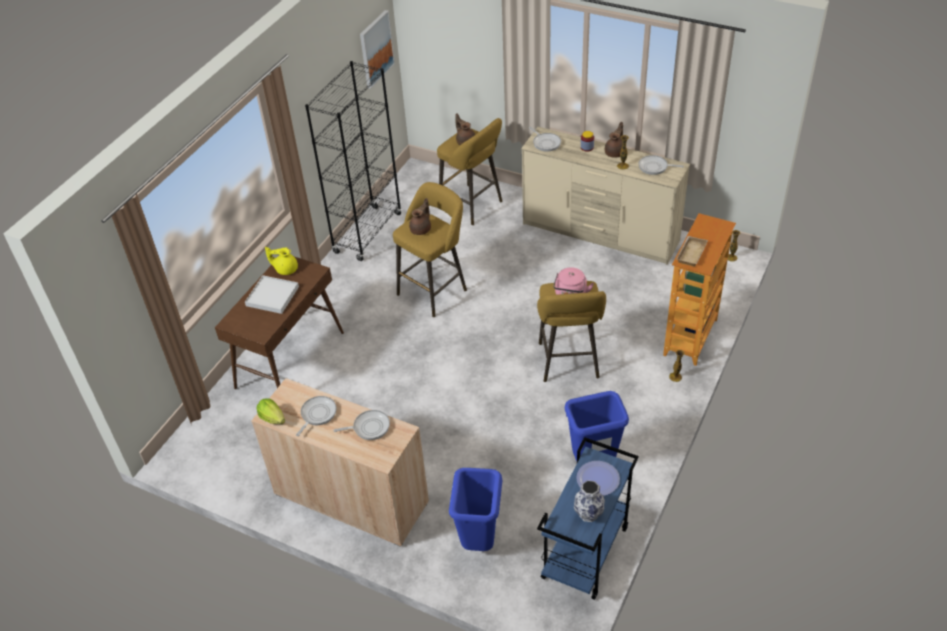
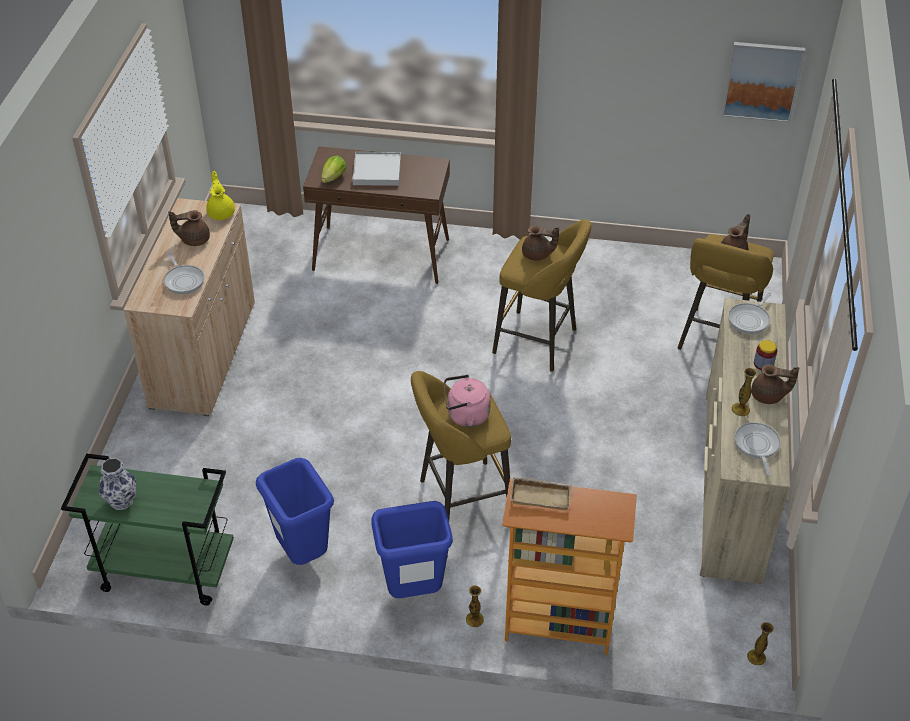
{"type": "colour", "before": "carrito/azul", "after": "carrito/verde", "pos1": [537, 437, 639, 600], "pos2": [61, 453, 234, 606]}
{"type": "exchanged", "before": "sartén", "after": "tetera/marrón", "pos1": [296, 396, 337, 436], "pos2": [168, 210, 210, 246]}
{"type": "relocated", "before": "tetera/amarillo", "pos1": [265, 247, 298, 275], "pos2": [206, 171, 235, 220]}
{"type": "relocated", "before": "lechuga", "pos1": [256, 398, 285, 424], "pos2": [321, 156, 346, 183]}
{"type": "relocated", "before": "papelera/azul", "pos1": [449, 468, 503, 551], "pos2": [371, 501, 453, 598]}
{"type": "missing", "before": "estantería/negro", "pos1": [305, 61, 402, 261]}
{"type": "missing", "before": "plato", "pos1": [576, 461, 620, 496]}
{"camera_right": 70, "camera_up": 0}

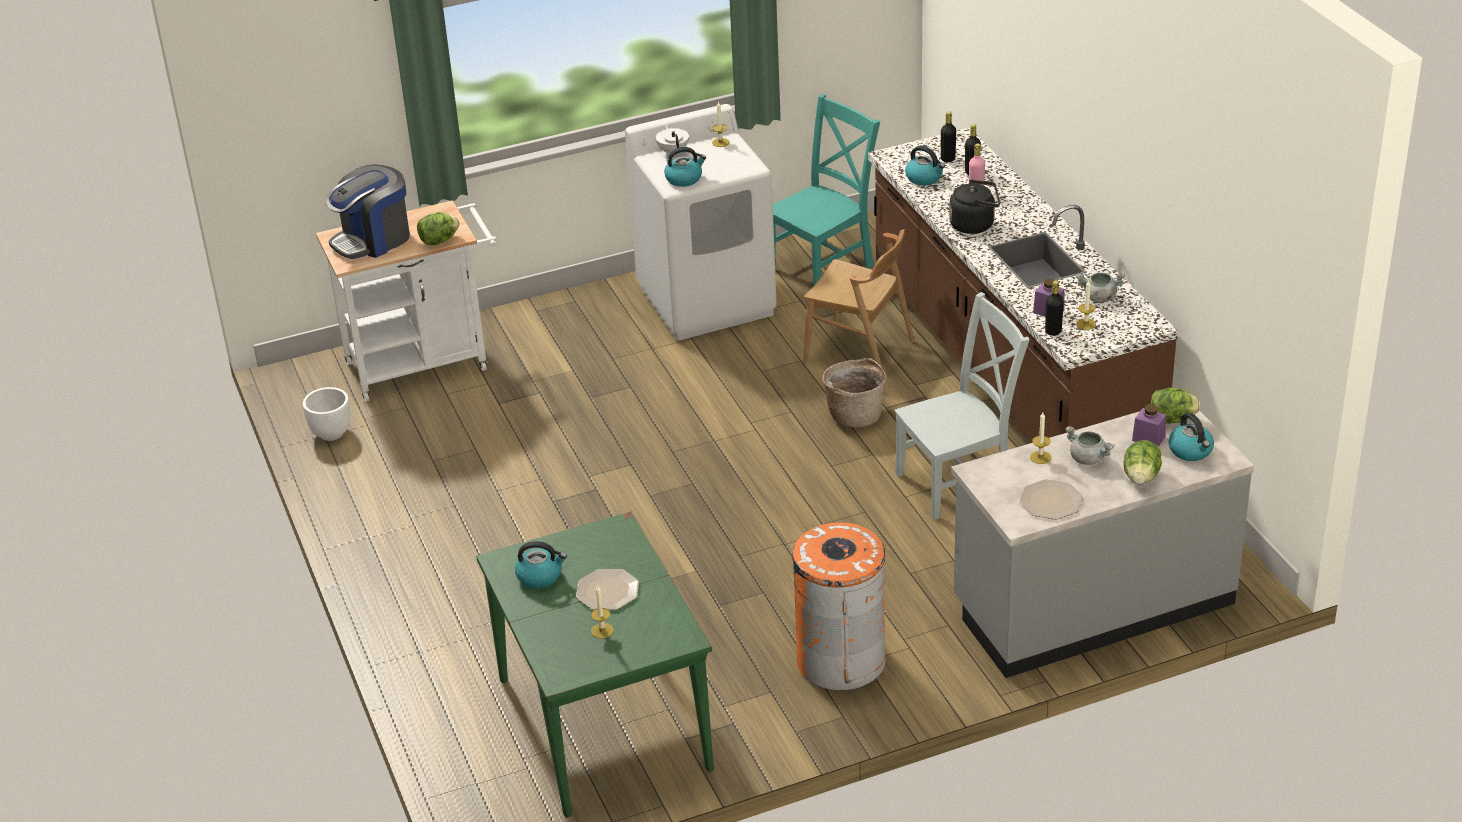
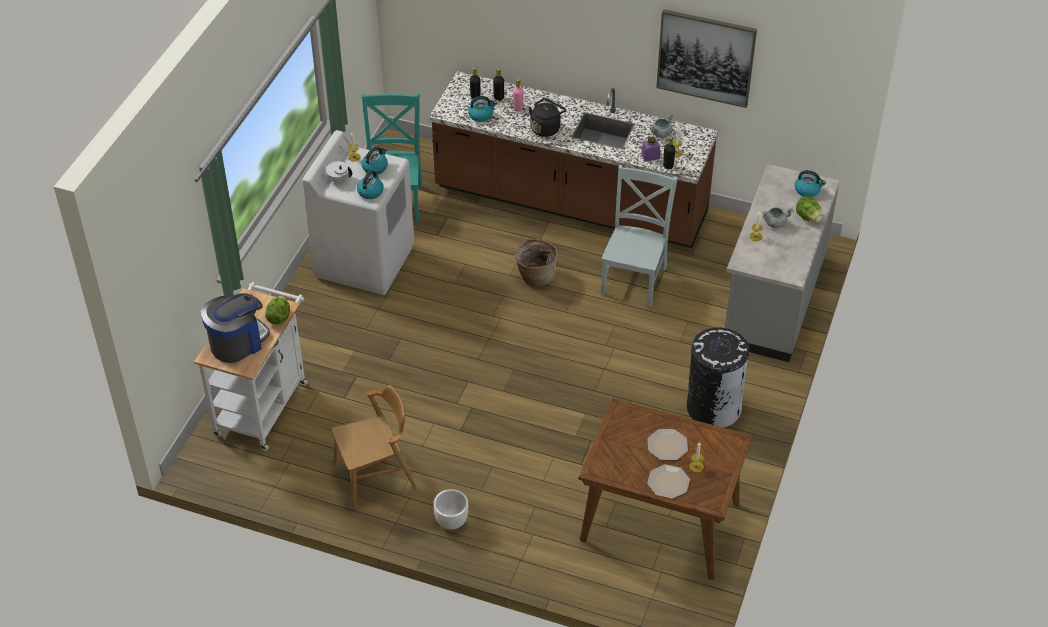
{"type": "spun", "before": "cafetera", "pos1": [326, 164, 410, 259], "pos2": [201, 293, 270, 363], "turn": -135}
{"type": "relocated", "before": "silla/marrón", "pos1": [803, 229, 914, 367], "pos2": [331, 385, 417, 510]}
{"type": "relocated", "before": "hervidor", "pos1": [515, 541, 567, 589], "pos2": [361, 147, 388, 175]}
{"type": "relocated", "before": "maceta/blanco", "pos1": [303, 387, 351, 441], "pos2": [433, 489, 468, 530]}
{"type": "colour", "before": "mesa de comedor/verde", "after": "mesa de comedor/marrón", "pos1": [476, 512, 714, 817], "pos2": [579, 398, 752, 580]}
{"type": "relocated", "before": "plato", "pos1": [1019, 479, 1083, 520], "pos2": [647, 464, 690, 499]}
{"type": "appeared", "after": "cuadro", "pos2": [656, 9, 757, 108]}
{"type": "colour", "before": "papelera/naranja", "after": "papelera/negro", "pos1": [792, 522, 889, 691], "pos2": [687, 327, 750, 428]}
{"type": "missing", "before": "tarro/morado", "pos1": [1132, 404, 1166, 447]}
{"type": "missing", "before": "lechuga", "pos1": [1151, 388, 1200, 424]}
{"camera_right": -50, "camera_up": 10}

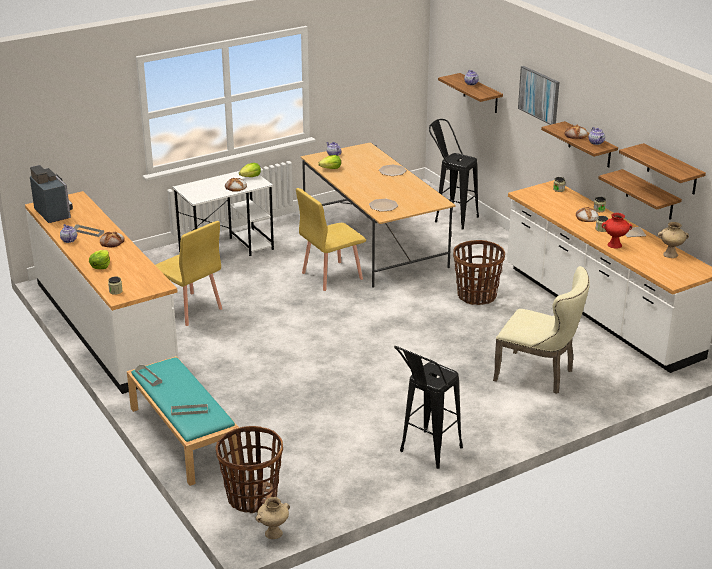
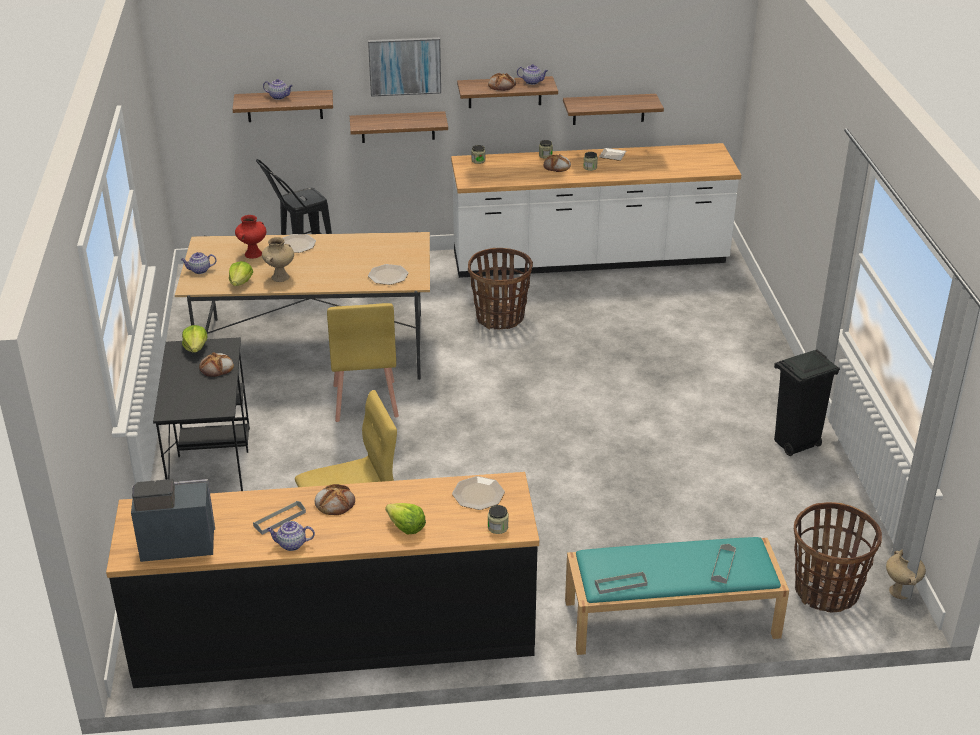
{"type": "colour", "before": "mueble bajo de cocina/blanco", "after": "mueble bajo de cocina/negro", "pos1": [25, 191, 178, 394], "pos2": [106, 472, 539, 688]}
{"type": "colour", "before": "escritorio/blanco", "after": "escritorio/negro", "pos1": [172, 171, 274, 256], "pos2": [153, 337, 250, 491]}
{"type": "relocated", "before": "florero/rojo", "pos1": [602, 213, 632, 249], "pos2": [235, 215, 267, 259]}
{"type": "relocated", "before": "florero/beis", "pos1": [658, 222, 689, 258], "pos2": [262, 237, 294, 282]}
{"type": "relocated", "before": "estante", "pos1": [619, 143, 706, 194], "pos2": [350, 111, 448, 143]}
{"type": "appeared", "after": "plato", "pos2": [452, 476, 505, 510]}
{"type": "exchanged", "before": "taburete/negro", "after": "papelera/negro", "pos1": [394, 346, 463, 469], "pos2": [774, 349, 840, 456]}
{"type": "missing", "before": "silla/beis", "pos1": [493, 266, 590, 394]}
{"camera_right": -65, "camera_up": 5}

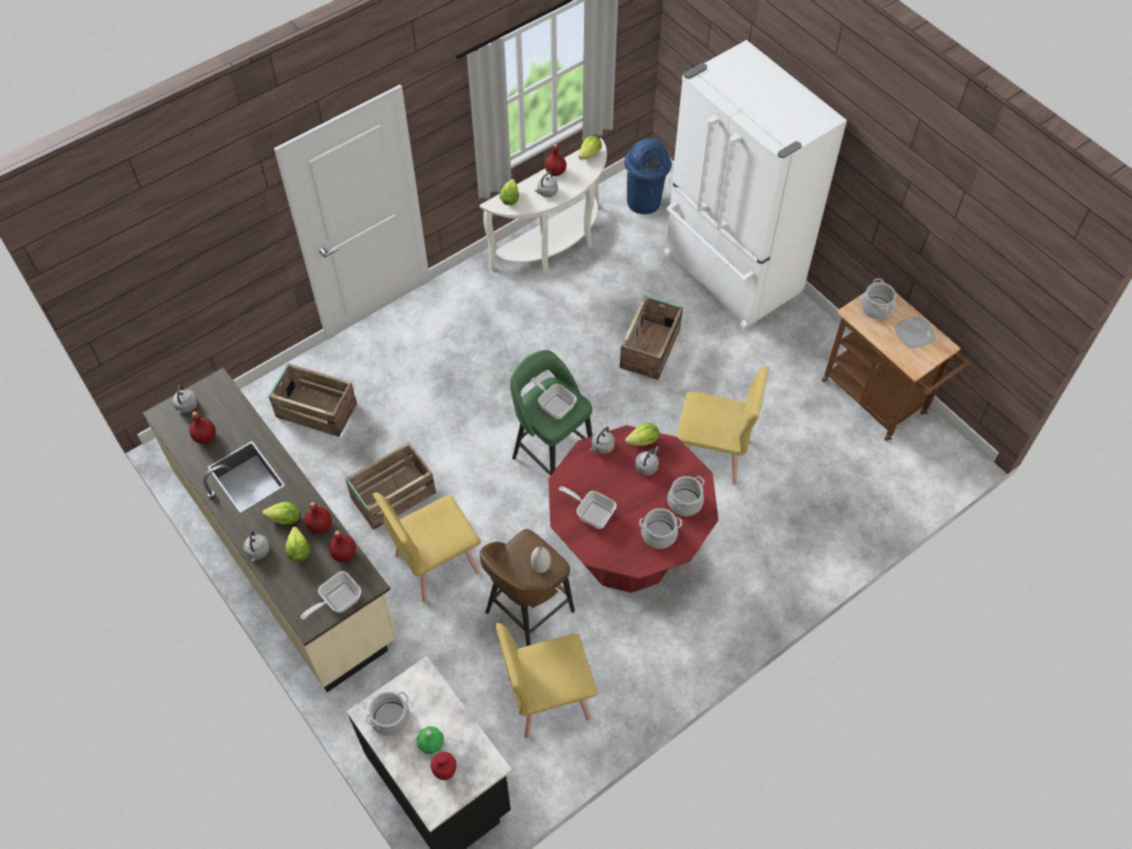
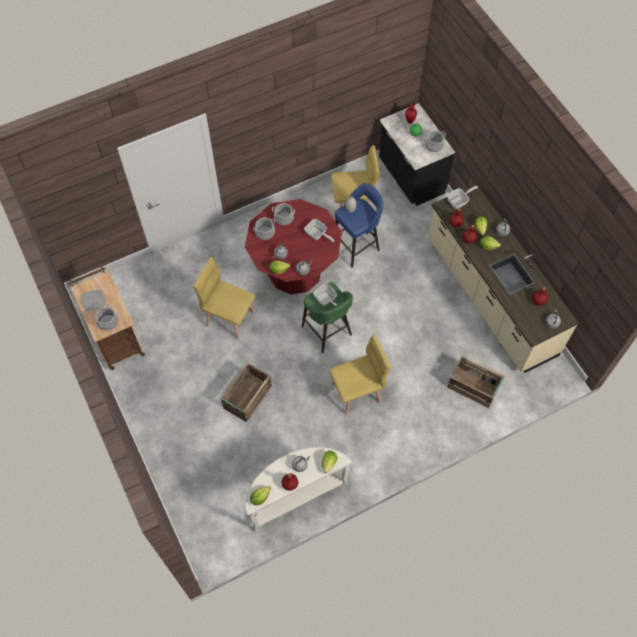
{"type": "relocated", "before": "silla/amarillo", "pos1": [373, 493, 481, 603], "pos2": [329, 334, 391, 415]}
{"type": "colour", "before": "taburete/marrón", "after": "taburete/azul", "pos1": [480, 529, 575, 646], "pos2": [335, 183, 383, 268]}
{"type": "missing", "before": "caja de embalaje", "pos1": [345, 442, 436, 530]}
{"type": "missing", "before": "papelera/azul", "pos1": [624, 138, 672, 214]}
{"type": "missing", "before": "nevera/blanco", "pos1": [664, 40, 847, 330]}
{"camera_right": -170, "camera_up": 5}

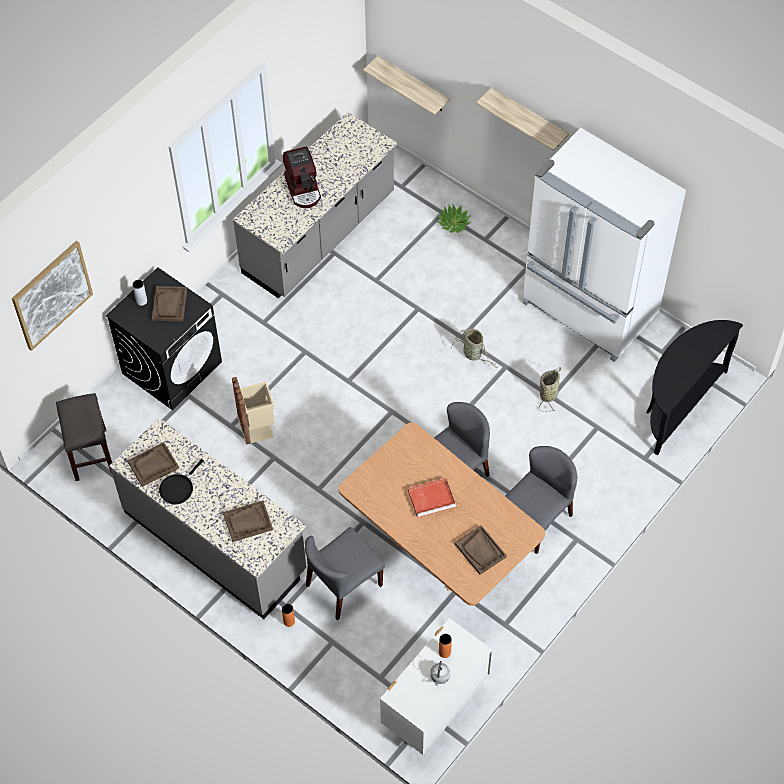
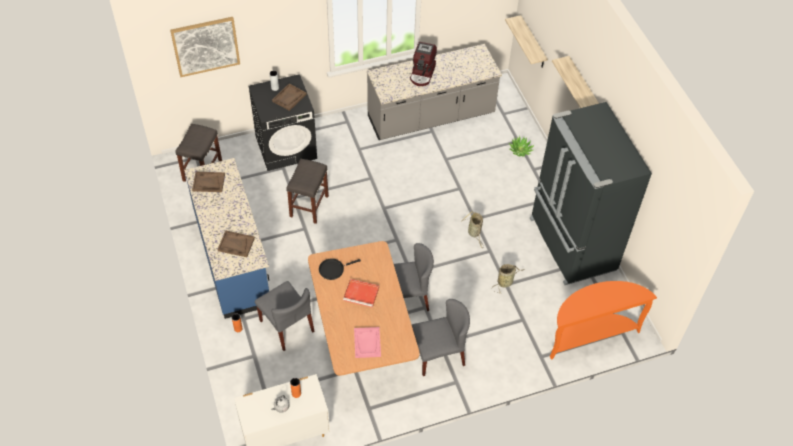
{"type": "colour", "before": "mueble bajo de cocina/gris", "after": "mueble bajo de cocina/azul", "pos1": [109, 418, 306, 619], "pos2": [184, 158, 269, 319]}
{"type": "spun", "before": "silla/gris", "pos1": [305, 527, 385, 621], "pos2": [255, 281, 315, 351], "turn": -120}
{"type": "exchanged", "before": "papelera/beis", "after": "taburete/gris", "pos1": [232, 377, 275, 445], "pos2": [286, 158, 329, 224]}
{"type": "relocated", "before": "sartén/negro", "pos1": [159, 459, 204, 504], "pos2": [319, 259, 361, 280]}
{"type": "colour", "before": "bandeja/marrón", "after": "bandeja/rosa", "pos1": [455, 525, 507, 575], "pos2": [354, 327, 381, 358]}
{"type": "colour", "before": "nevera/blanco", "after": "nevera/negro", "pos1": [522, 128, 686, 362], "pos2": [530, 102, 652, 285]}
{"type": "colour", "before": "mesa consola/negro", "after": "mesa consola/naranja", "pos1": [646, 320, 743, 456], "pos2": [550, 281, 657, 360]}
{"camera_right": 30, "camera_up": -5}

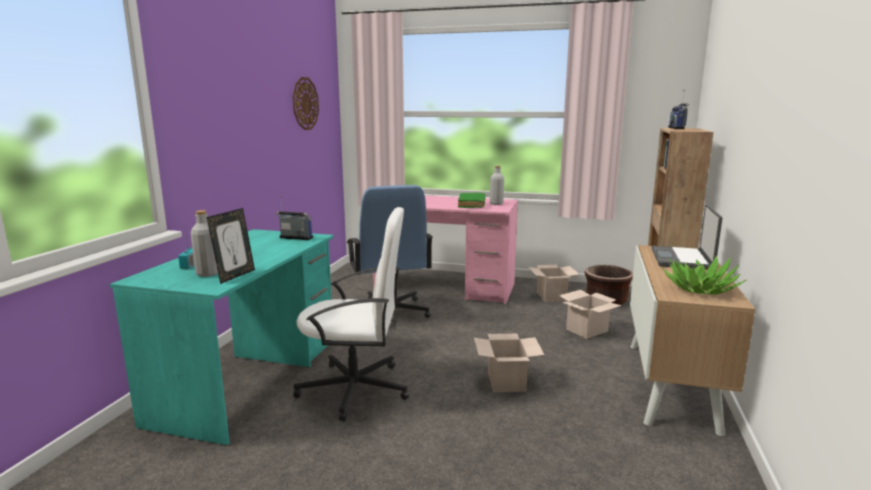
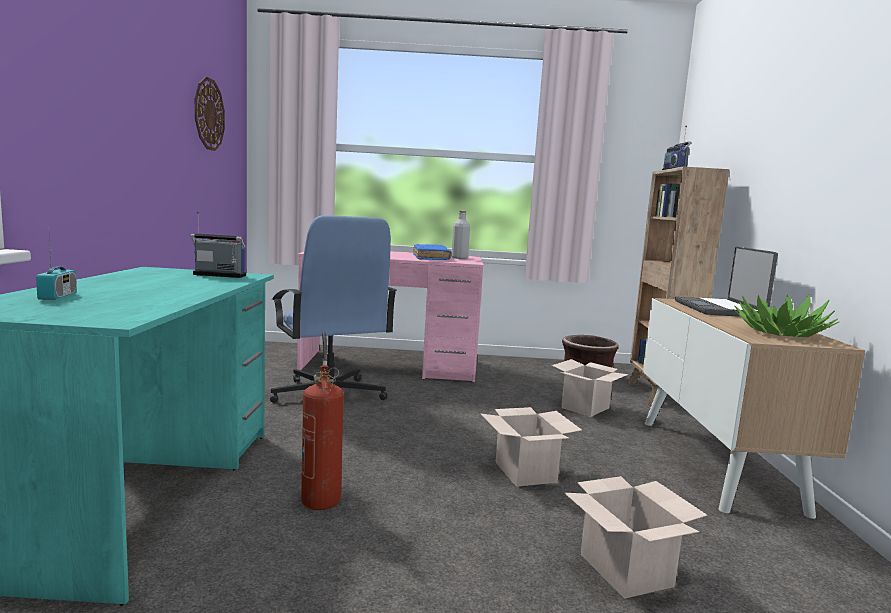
{"type": "exchanged", "before": "silla de oficina/blanco", "after": "extintor", "pos1": [293, 207, 409, 422], "pos2": [301, 331, 344, 510]}
{"type": "colour", "before": "libro/verde", "after": "libro/azul", "pos1": [458, 193, 486, 208], "pos2": [413, 244, 452, 260]}
{"type": "relocated", "before": "caja de cartón", "pos1": [528, 265, 580, 302], "pos2": [564, 476, 707, 599]}
{"type": "missing", "before": "botella/gris", "pos1": [191, 210, 218, 277]}
{"type": "missing", "before": "portarretratos", "pos1": [207, 208, 255, 284]}
{"camera_right": -15, "camera_up": -5}

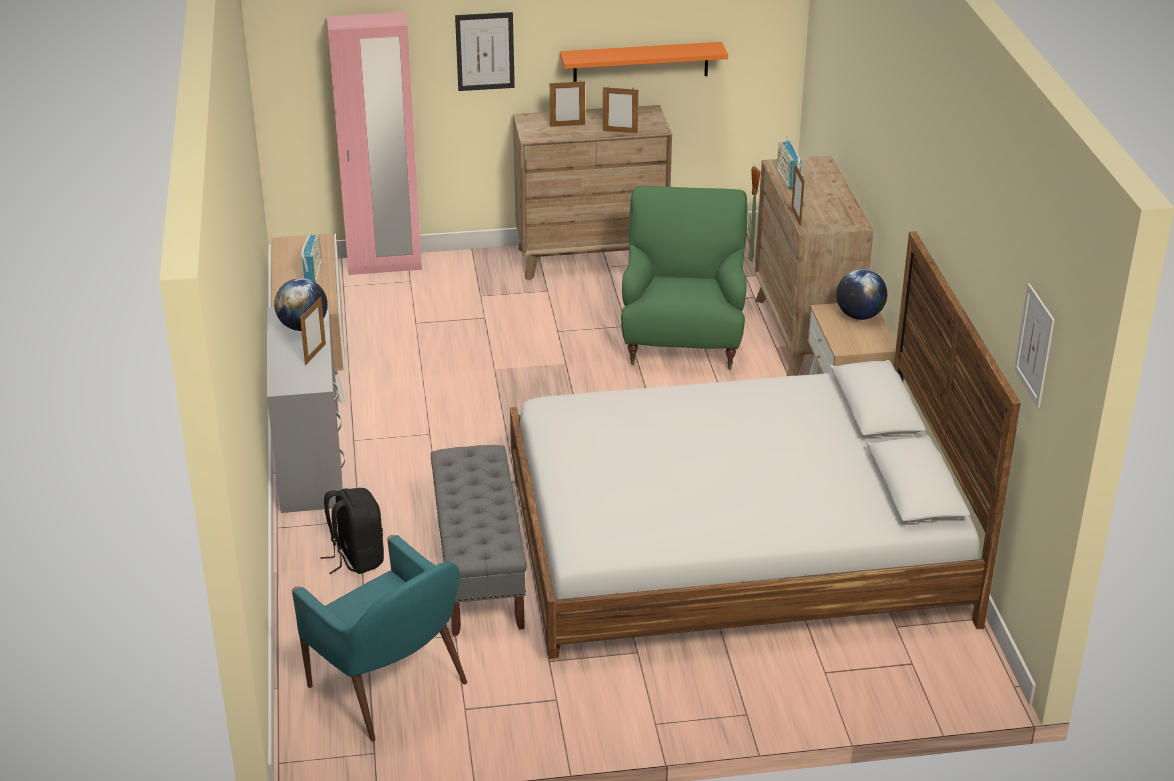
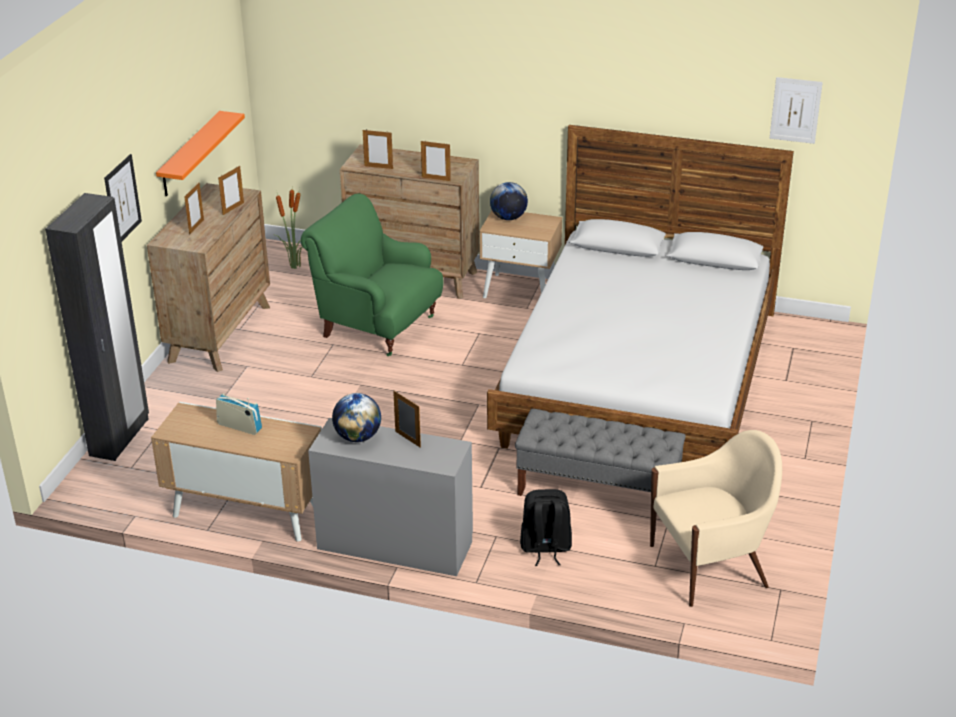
{"type": "colour", "before": "armario ropero/rosa", "after": "armario ropero/negro", "pos1": [327, 12, 422, 275], "pos2": [45, 193, 149, 461]}
{"type": "exchanged", "before": "radio", "after": "portarretratos", "pos1": [777, 137, 802, 189], "pos2": [363, 130, 393, 169]}
{"type": "colour", "before": "sillón/turquesa", "after": "sillón/beis", "pos1": [292, 535, 467, 742], "pos2": [650, 430, 782, 607]}
{"camera_right": -65, "camera_up": 0}

